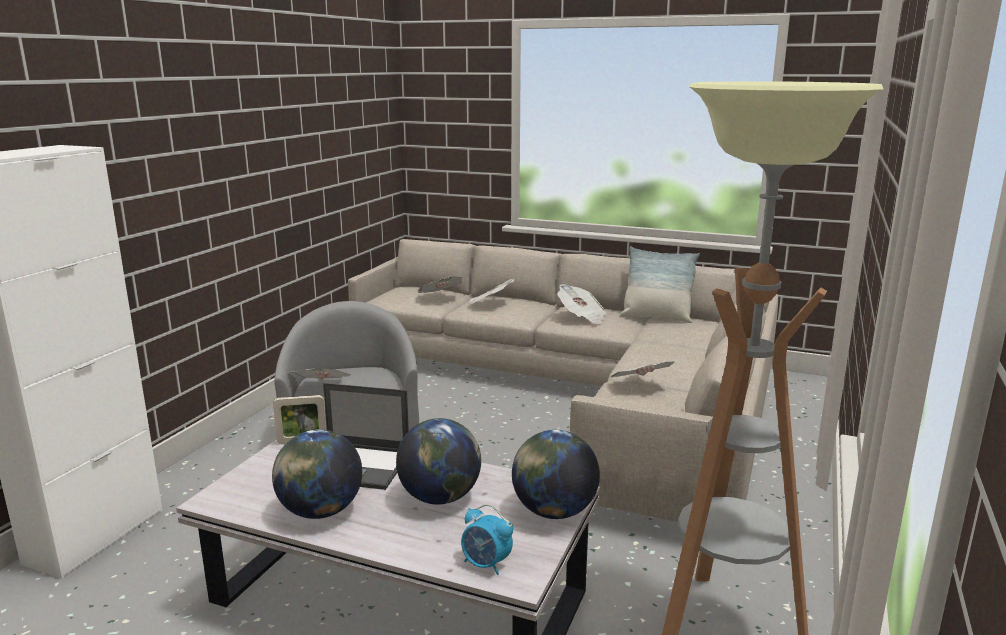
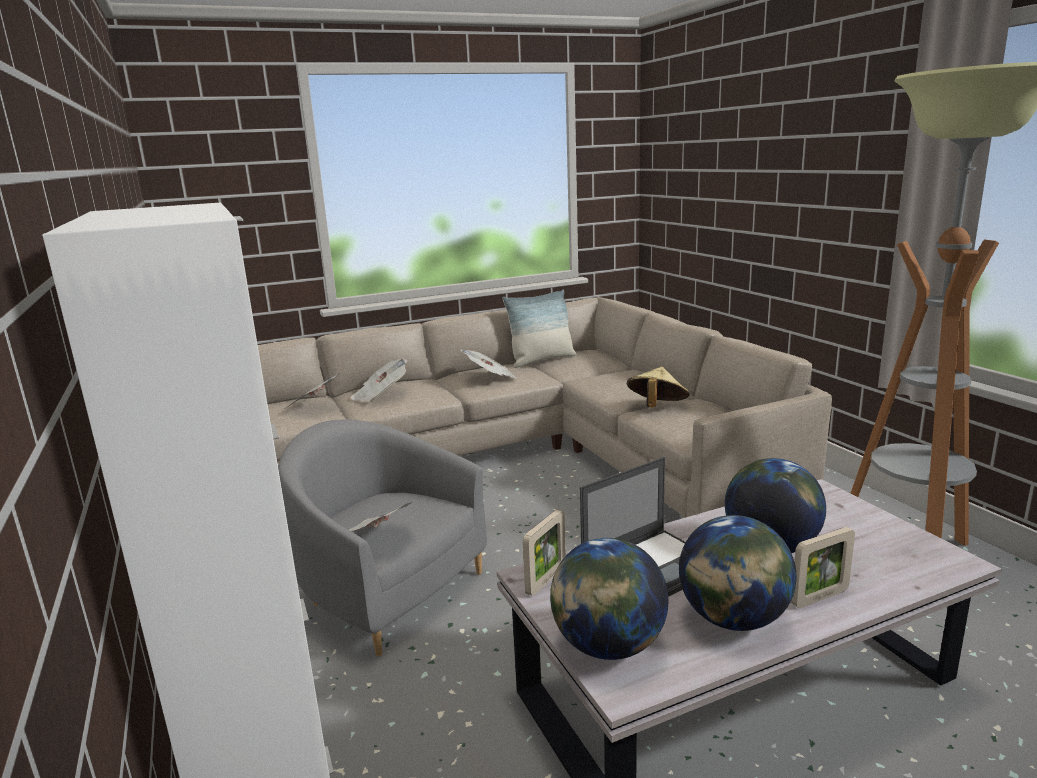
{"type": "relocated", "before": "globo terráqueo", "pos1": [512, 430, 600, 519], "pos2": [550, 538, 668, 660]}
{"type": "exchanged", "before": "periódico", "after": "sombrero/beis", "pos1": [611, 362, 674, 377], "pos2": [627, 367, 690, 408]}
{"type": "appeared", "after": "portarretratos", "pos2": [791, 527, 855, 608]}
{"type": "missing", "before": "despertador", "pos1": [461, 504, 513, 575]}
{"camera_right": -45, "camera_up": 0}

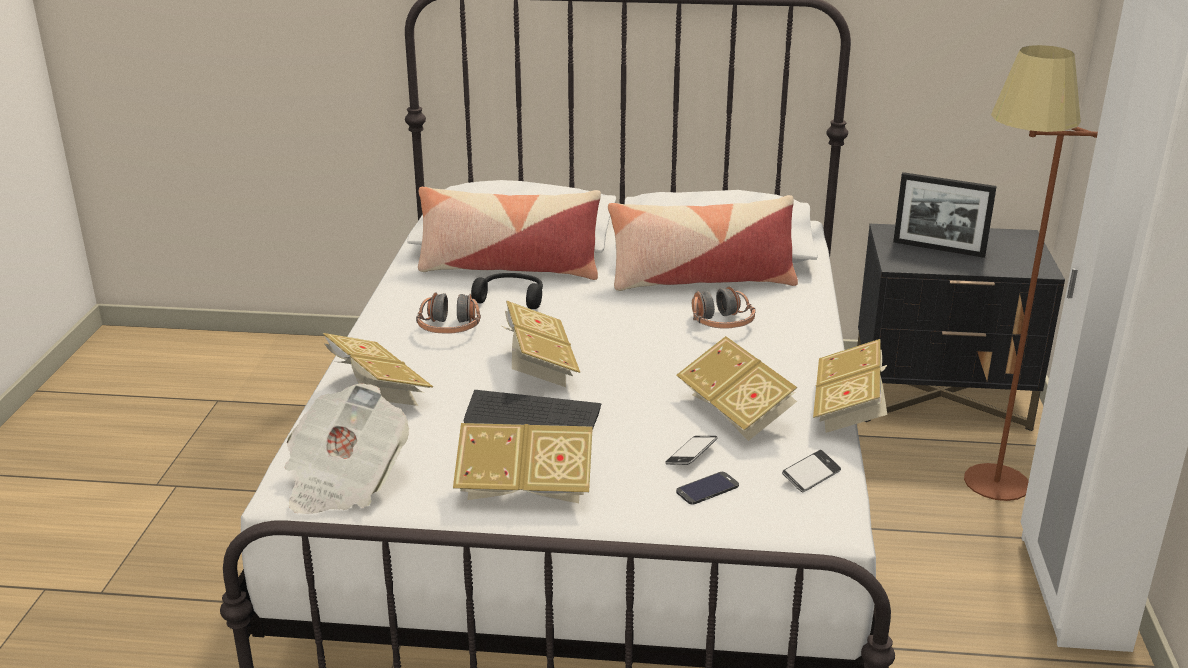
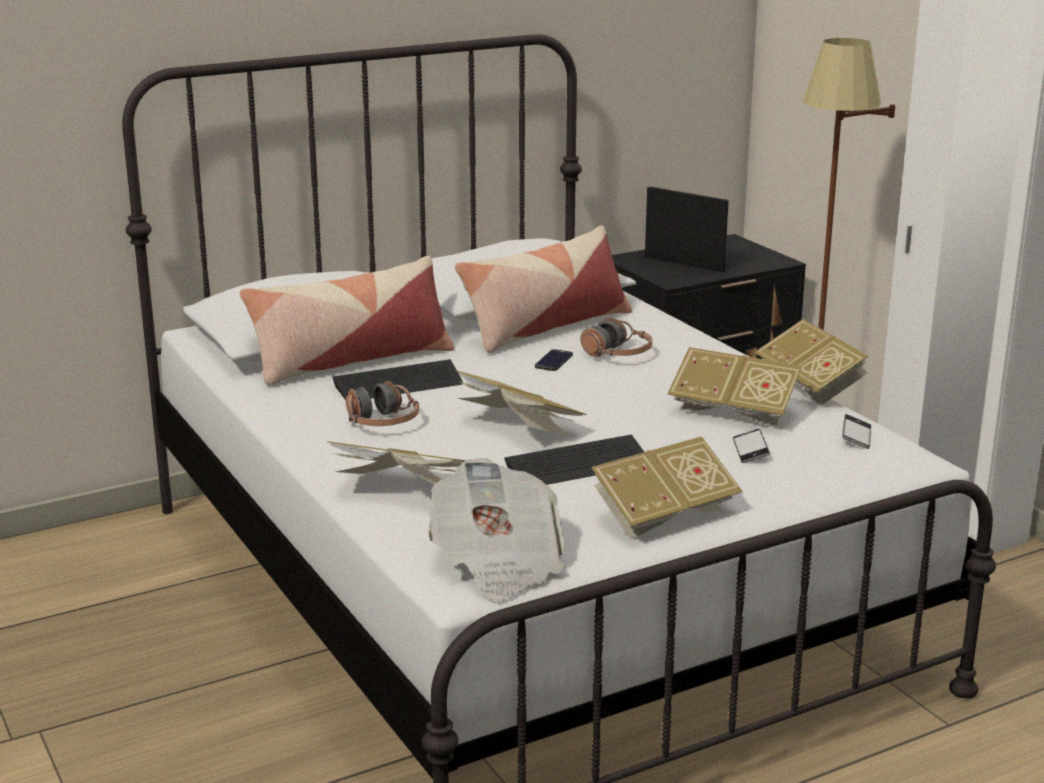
{"type": "exchanged", "before": "auriculares/negro", "after": "teclado", "pos1": [471, 273, 543, 309], "pos2": [332, 359, 463, 400]}
{"type": "relocated", "before": "móvil", "pos1": [676, 472, 739, 505], "pos2": [535, 349, 573, 371]}
{"type": "spun", "before": "portarretratos", "pos1": [893, 172, 997, 258], "pos2": [645, 187, 729, 272], "turn": -135}
{"camera_right": -35, "camera_up": -5}

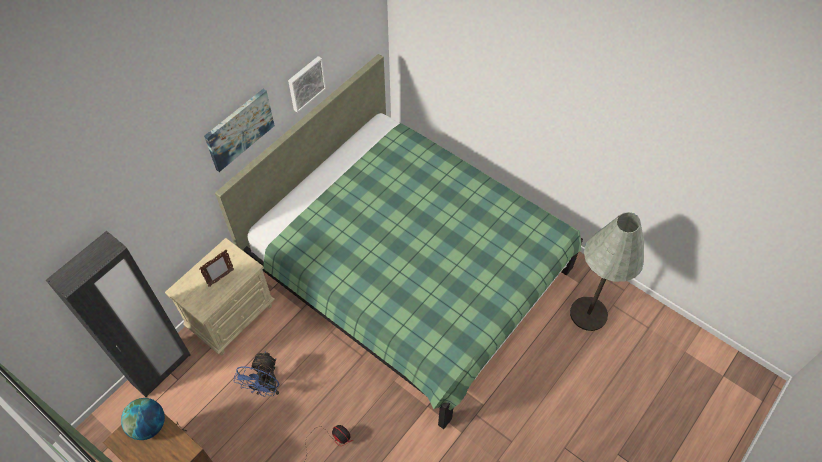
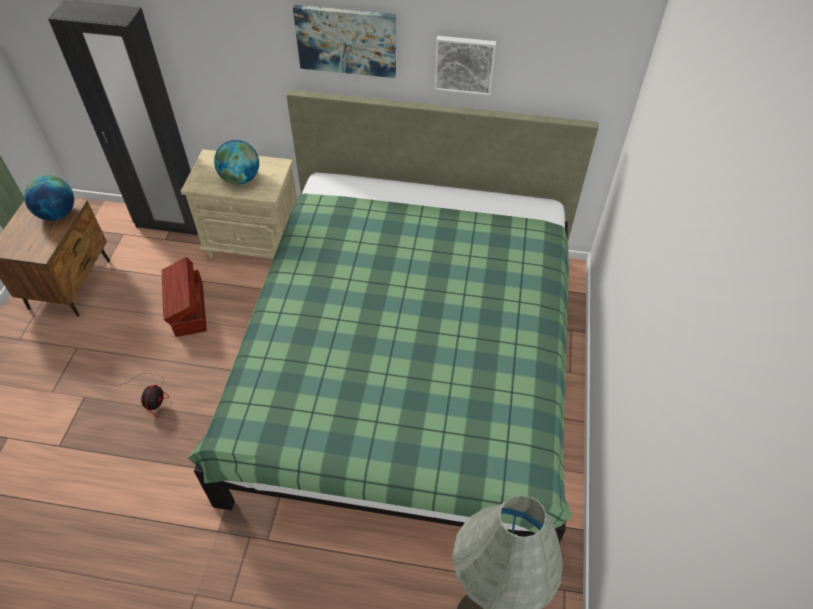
{"type": "exchanged", "before": "ventilador/azul", "after": "caja de almacenaje/marrón", "pos1": [234, 351, 279, 397], "pos2": [162, 257, 207, 337]}
{"type": "exchanged", "before": "portarretratos", "after": "globo terráqueo", "pos1": [199, 250, 234, 287], "pos2": [214, 140, 259, 185]}
{"camera_right": 60, "camera_up": -5}

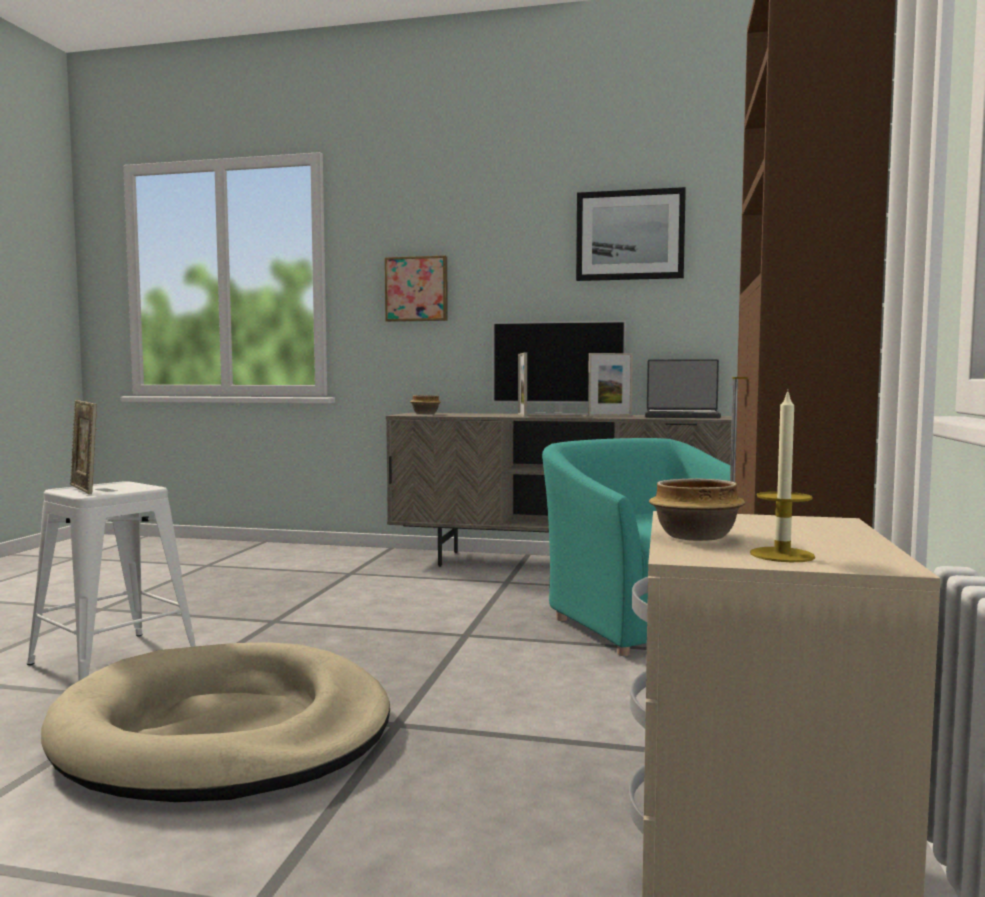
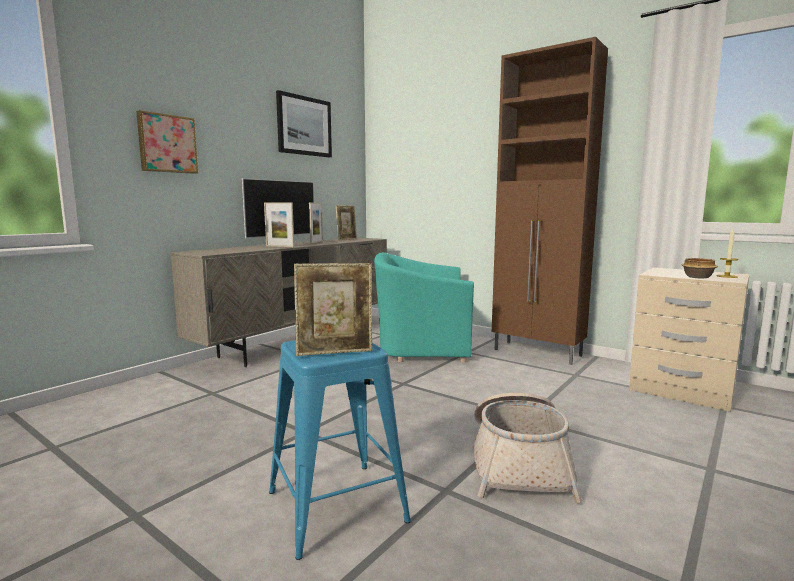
{"type": "colour", "before": "taburete/blanco", "after": "taburete/azul", "pos1": [27, 481, 196, 681], "pos2": [269, 340, 411, 560]}
{"type": "exchanged", "before": "portátil", "after": "portarretratos", "pos1": [645, 359, 721, 418], "pos2": [336, 205, 357, 240]}
{"type": "exchanged", "before": "cama para perro/beis", "after": "cesta", "pos1": [41, 642, 390, 802], "pos2": [472, 393, 582, 504]}
{"type": "missing", "before": "cuenco", "pos1": [410, 395, 441, 414]}
{"camera_right": -65, "camera_up": 5}

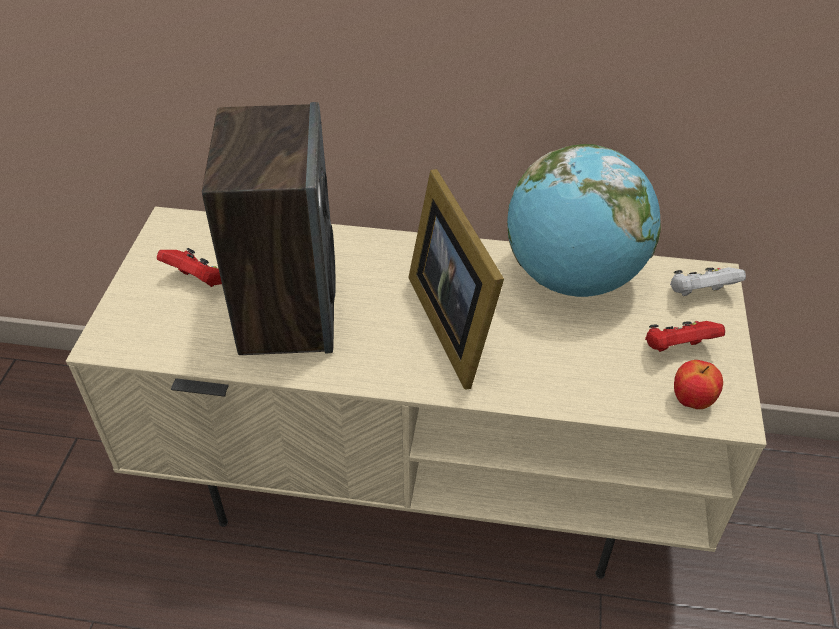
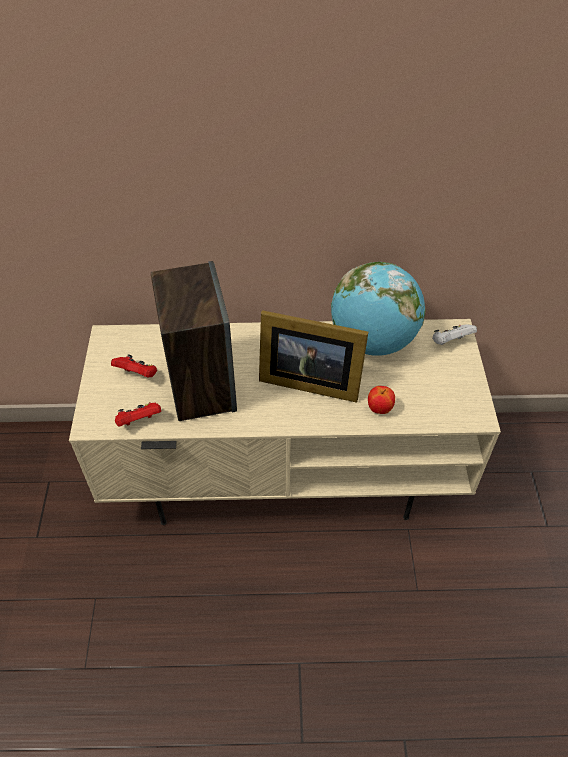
{"type": "relocated", "before": "mando de consola/rojo", "pos1": [645, 321, 725, 352], "pos2": [115, 402, 161, 427]}
{"type": "spun", "before": "portarretratos", "pos1": [408, 169, 504, 389], "pos2": [259, 310, 368, 403], "turn": -45}
{"type": "relocated", "before": "manzana", "pos1": [674, 360, 723, 409], "pos2": [368, 386, 395, 414]}
{"camera_right": -10, "camera_up": 5}

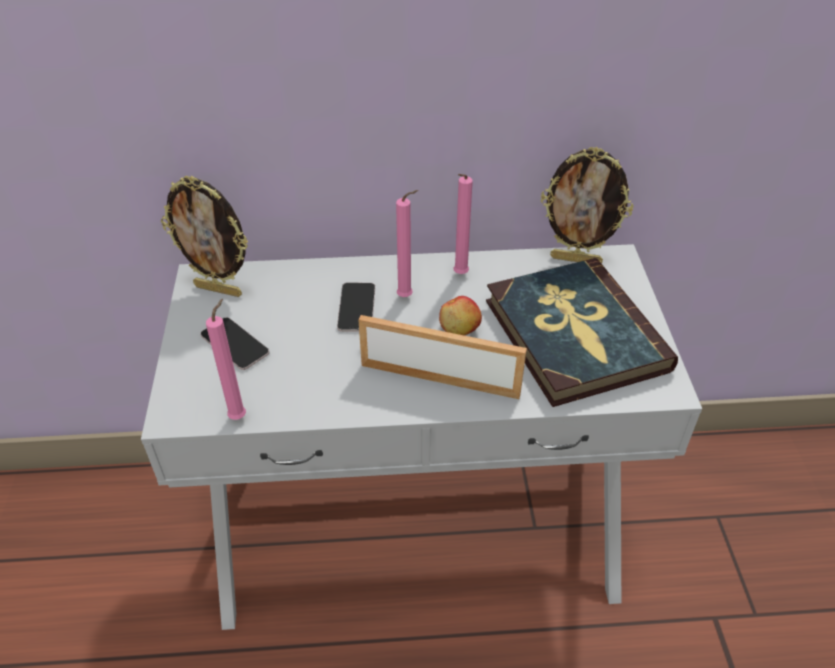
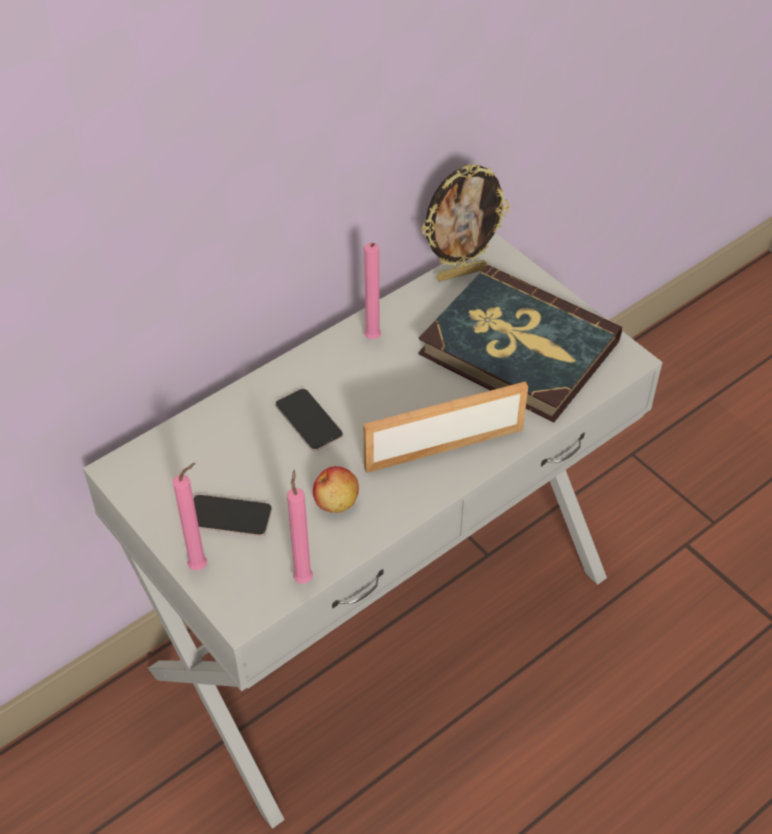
{"type": "relocated", "before": "vela/rosa", "pos1": [396, 190, 419, 297], "pos2": [173, 463, 207, 570]}
{"type": "relocated", "before": "manzana", "pos1": [439, 296, 482, 336], "pos2": [313, 466, 359, 513]}
{"type": "missing", "before": "portarretratos", "pos1": [161, 176, 248, 297]}
{"camera_right": -35, "camera_up": 5}

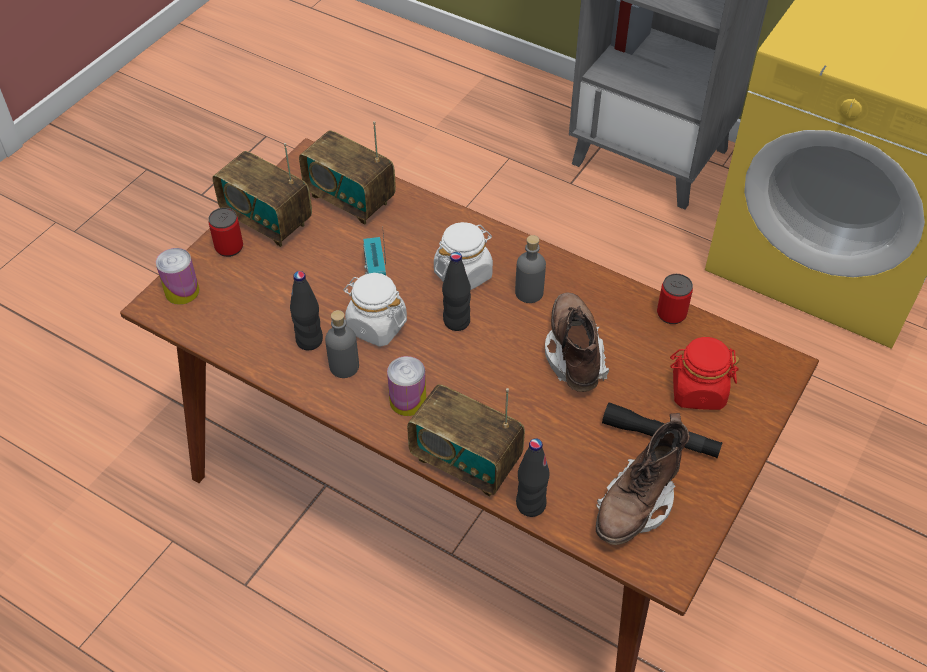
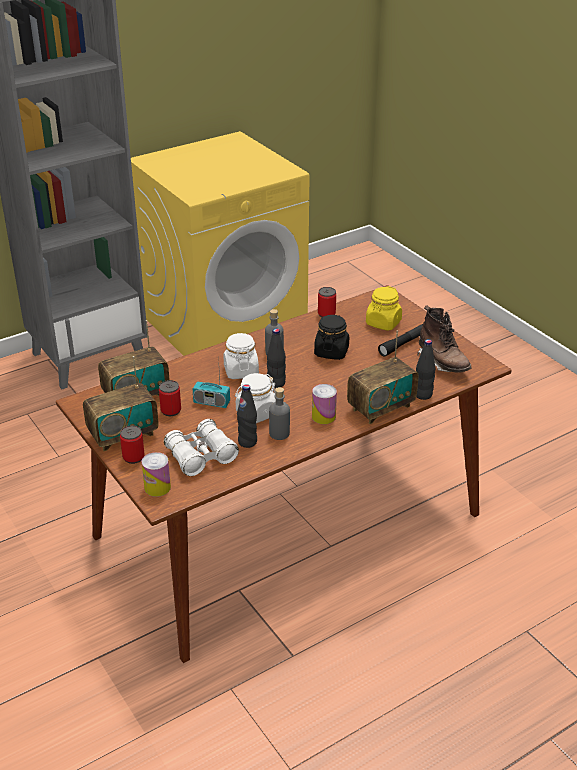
{"type": "appeared", "after": "lata", "pos2": [159, 380, 181, 416]}
{"type": "appeared", "after": "prismáticos/blanco", "pos2": [164, 419, 239, 476]}
{"type": "exchanged", "before": "bota/marrón", "after": "tarro/negro", "pos1": [545, 292, 609, 392], "pos2": [314, 315, 349, 360]}
{"type": "colour", "before": "tarro/rojo", "after": "tarro/amarillo", "pos1": [670, 337, 740, 410], "pos2": [366, 286, 402, 331]}
{"camera_right": -65, "camera_up": -15}

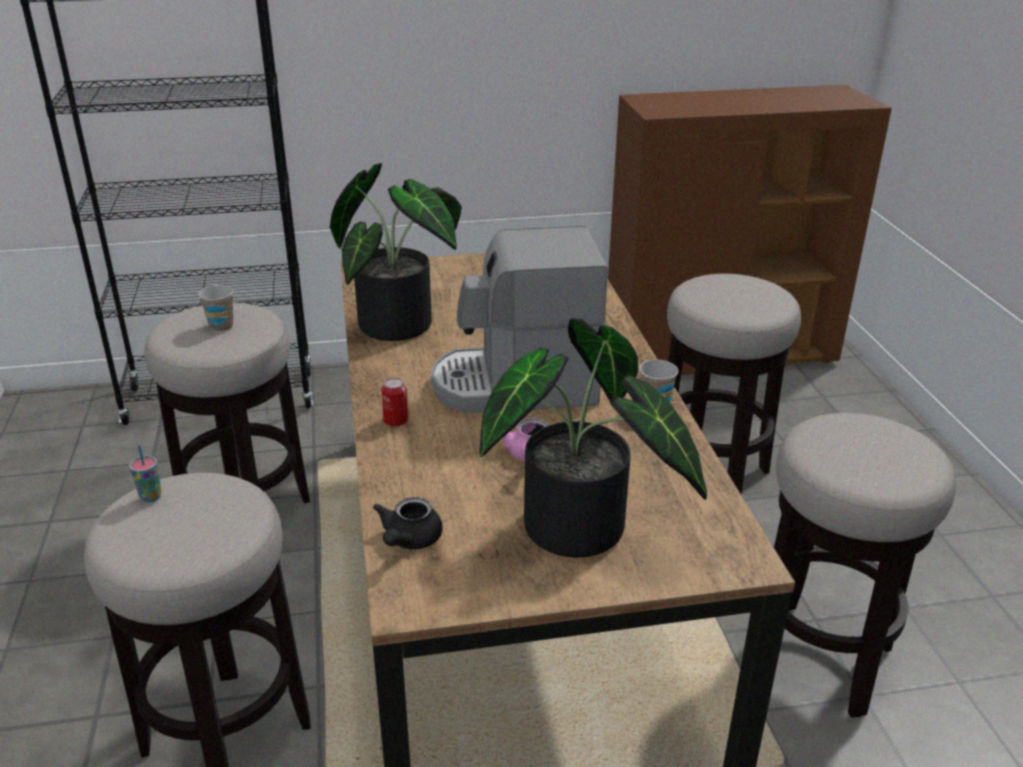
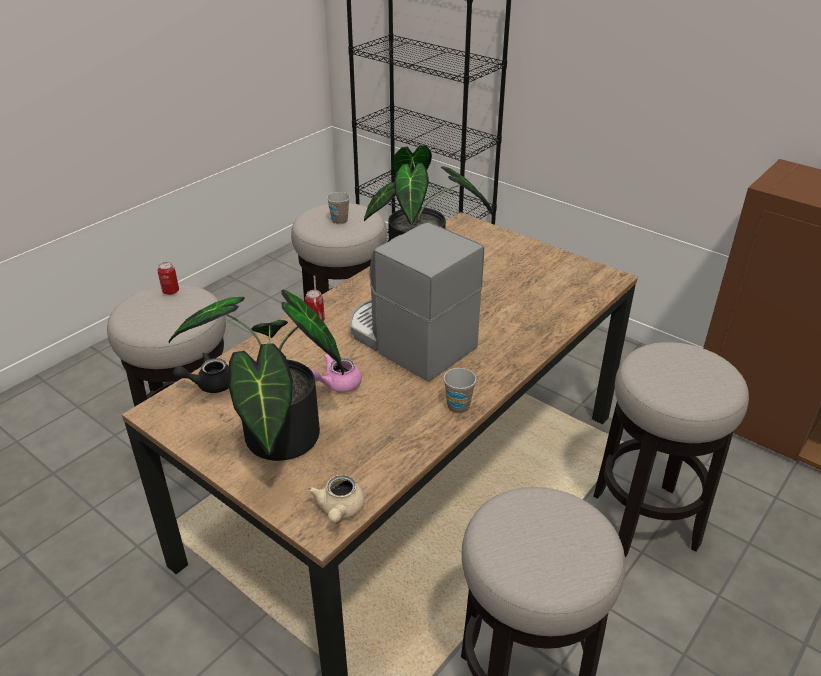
{"type": "exchanged", "before": "taza", "after": "lata", "pos1": [129, 445, 162, 503], "pos2": [157, 262, 179, 295]}
{"type": "appeared", "after": "tetera/beis", "pos2": [308, 475, 365, 523]}
{"camera_right": 50, "camera_up": 5}

